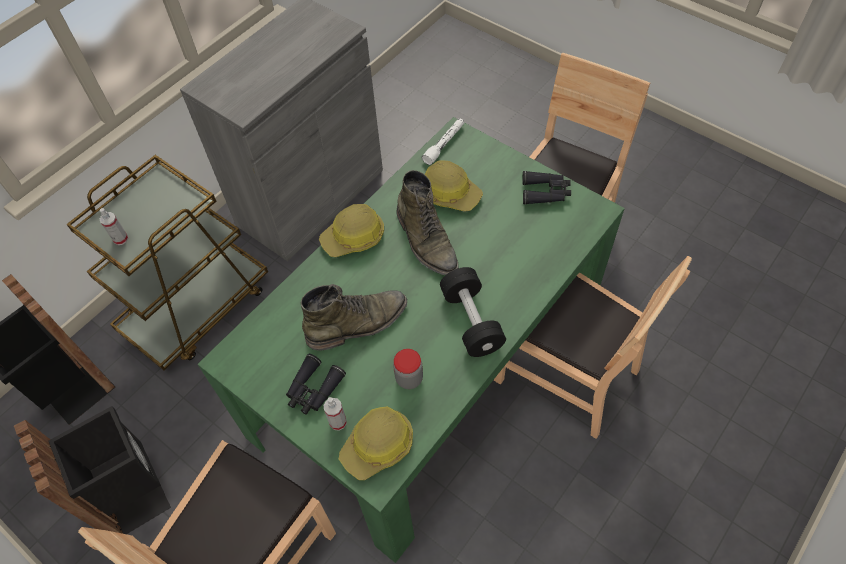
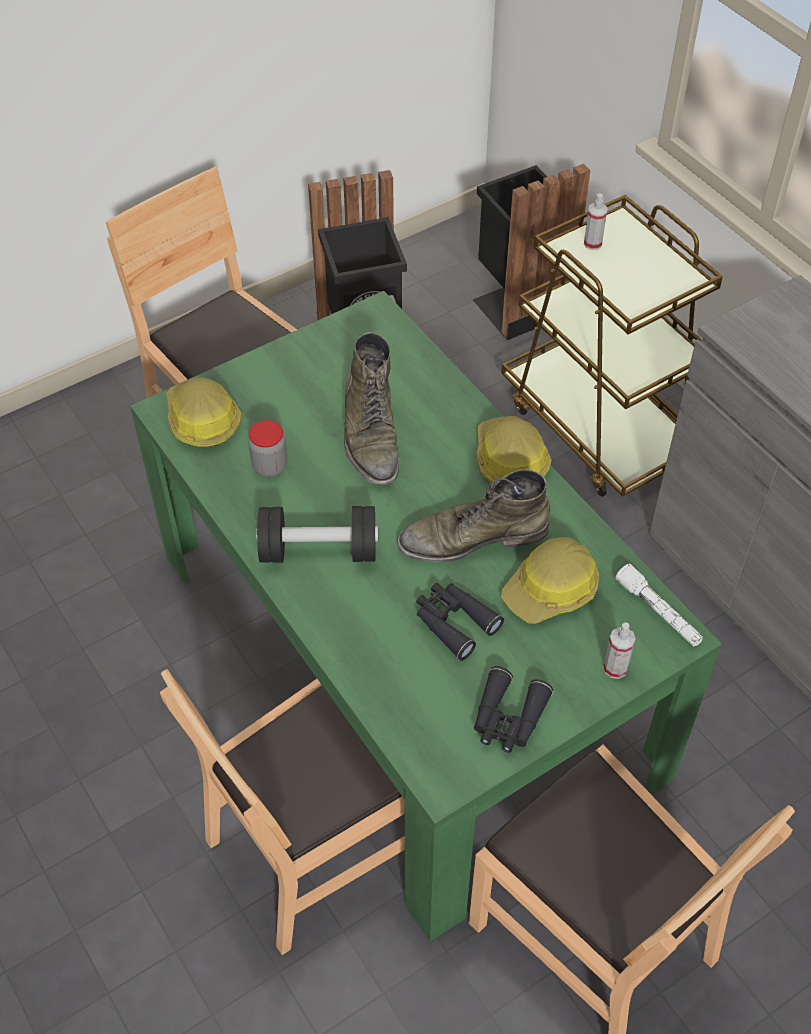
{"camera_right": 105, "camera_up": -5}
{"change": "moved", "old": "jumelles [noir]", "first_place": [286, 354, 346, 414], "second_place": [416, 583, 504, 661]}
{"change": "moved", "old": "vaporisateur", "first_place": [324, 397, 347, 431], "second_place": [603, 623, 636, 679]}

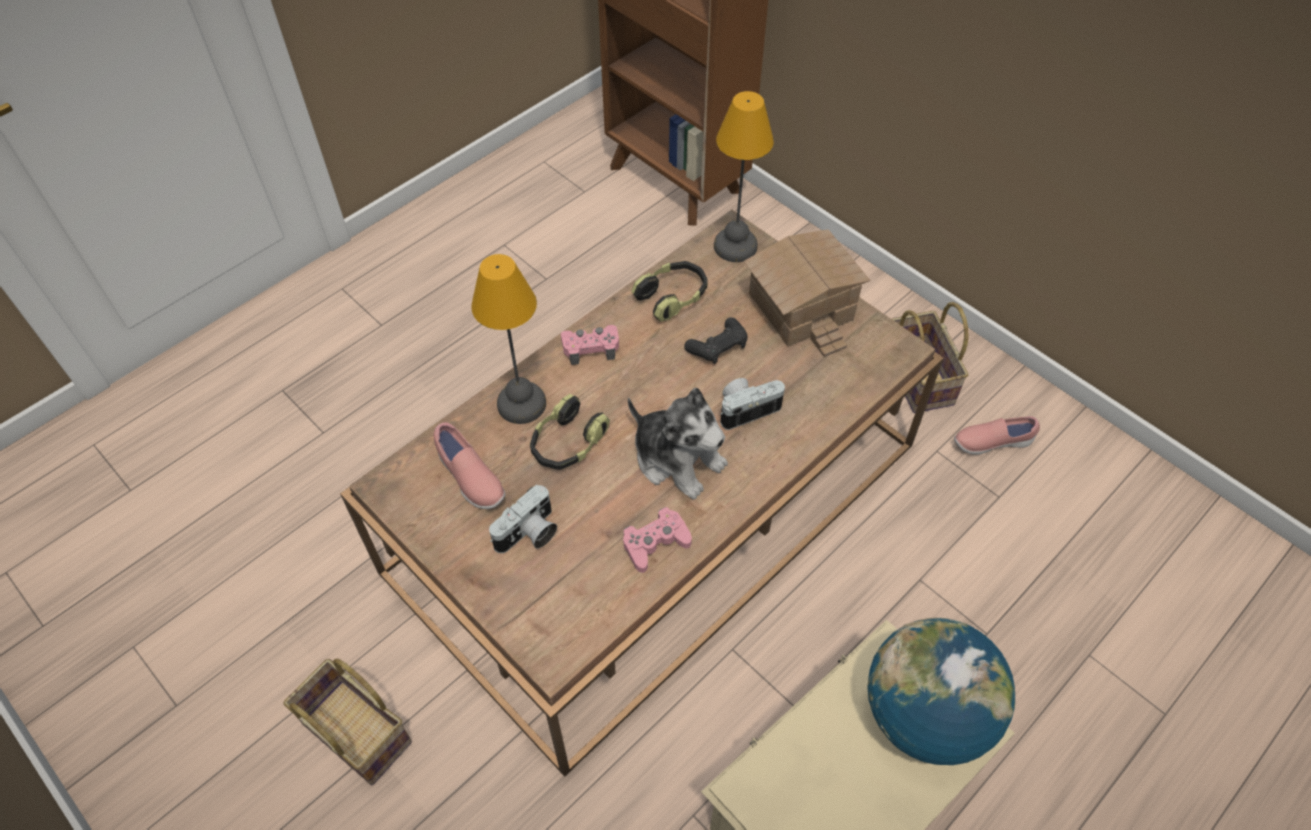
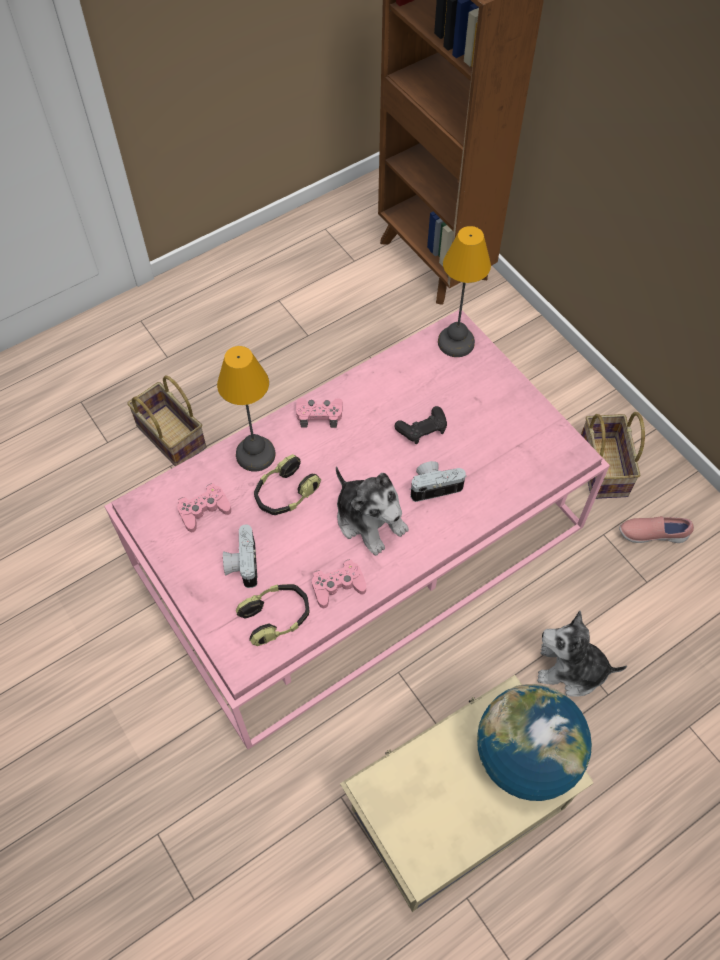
{"camera_right": 10, "camera_up": 5}
{"change": "recoloured", "old": "table basse [marron]", "new": "table basse [rose]", "first_place": [340, 210, 944, 777], "second_place": [104, 309, 610, 749]}
{"change": "moved", "old": "panier", "first_place": [284, 659, 412, 785], "second_place": [127, 375, 206, 466]}
{"change": "replaced", "old": "chaussure [rose]", "new": "manette [rose]", "first_place": [434, 422, 505, 509], "second_place": [177, 483, 231, 532]}
{"change": "turned", "old": "appareil photo", "first_place": [489, 484, 557, 553], "second_place": [223, 525, 257, 588], "degrees": 120}
{"change": "moved", "old": "casque audio", "first_place": [631, 261, 708, 322], "second_place": [236, 584, 310, 646]}
{"change": "added", "new": "peluche", "second_place": [537, 611, 627, 697]}
{"change": "removed", "old": "maison miniature", "first_place": [744, 229, 870, 357]}

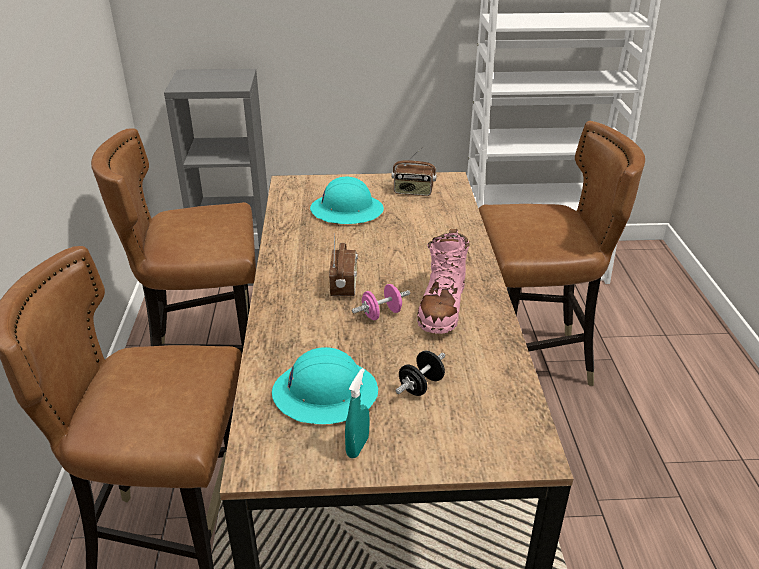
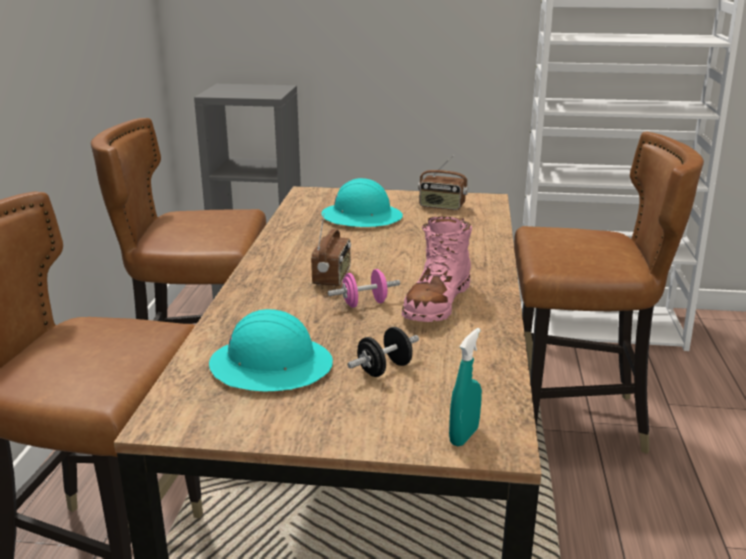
{"camera_right": 10, "camera_up": -10}
{"change": "moved", "old": "vaporisateur [turquoise]", "first_place": [345, 368, 370, 458], "second_place": [449, 328, 482, 446]}

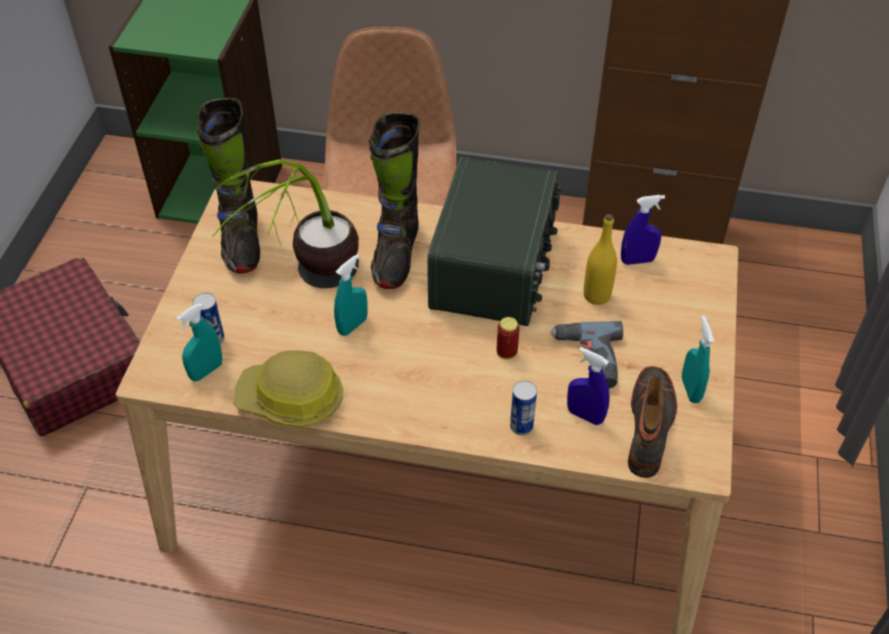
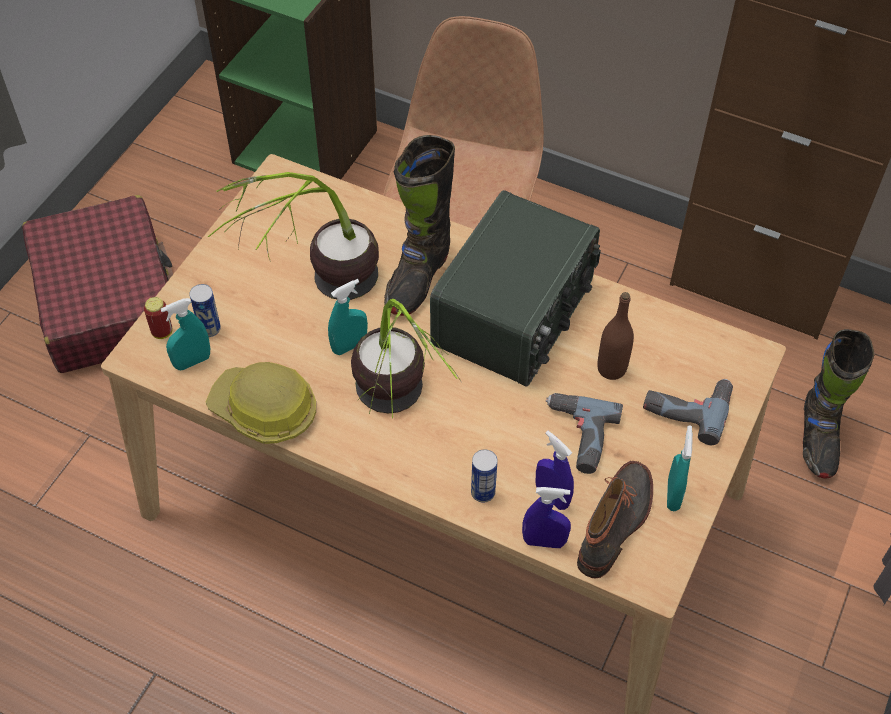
{"camera_right": 15, "camera_up": 5}
{"change": "moved", "old": "boîte métallique", "first_place": [497, 317, 520, 360], "second_place": [144, 297, 173, 339]}
{"change": "added", "new": "plante en pot", "second_place": [351, 299, 462, 418]}
{"change": "moved", "old": "vaporisateur [bleu]", "first_place": [621, 195, 665, 265], "second_place": [522, 487, 571, 548]}
{"change": "recoloured", "old": "bouteille [jaune]", "new": "bouteille [marron]", "first_place": [584, 214, 617, 305], "second_place": [597, 292, 634, 380]}
{"change": "added", "new": "perceuse", "second_place": [643, 379, 733, 445]}
{"change": "moved", "old": "botte [noir]", "first_place": [196, 98, 260, 274], "second_place": [803, 329, 874, 479]}

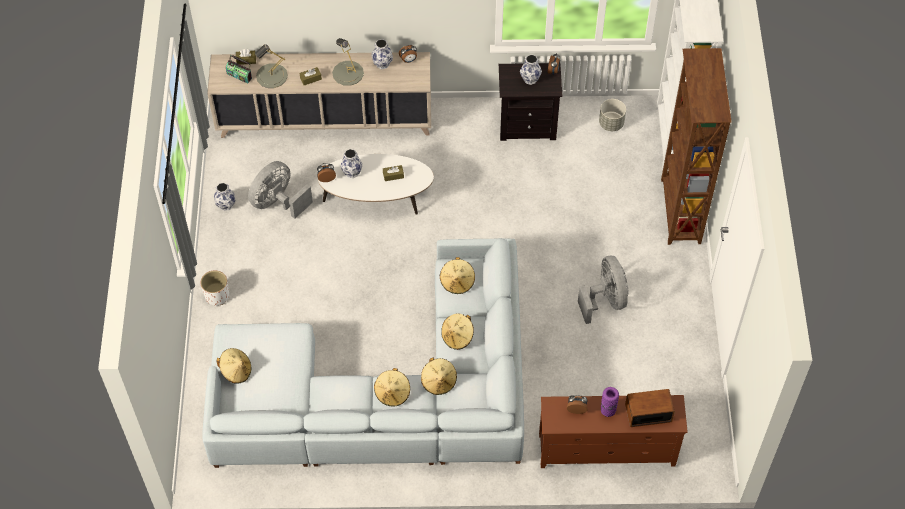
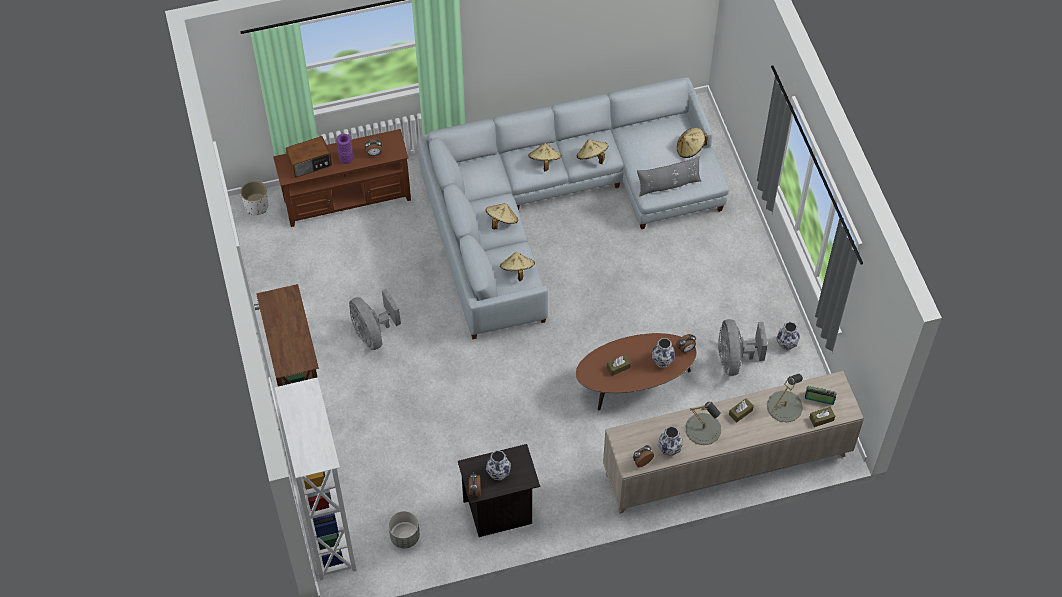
{"camera_right": 165, "camera_up": 0}
{"change": "moved", "old": "cache-pot [blanc]", "first_place": [200, 271, 229, 306], "second_place": [241, 181, 268, 215]}
{"change": "recoloured", "old": "table basse [blanc]", "new": "table basse [marron]", "first_place": [318, 154, 434, 215], "second_place": [576, 333, 697, 410]}
{"change": "moved", "old": "chapeau [beige]", "first_place": [421, 358, 457, 395], "second_place": [577, 139, 608, 164]}
{"change": "added", "new": "coussin [gris]", "second_place": [637, 156, 701, 197]}
{"change": "turned", "old": "ventilateur [gris]", "first_place": [248, 161, 313, 219], "second_place": [718, 319, 768, 376], "degrees": 150}

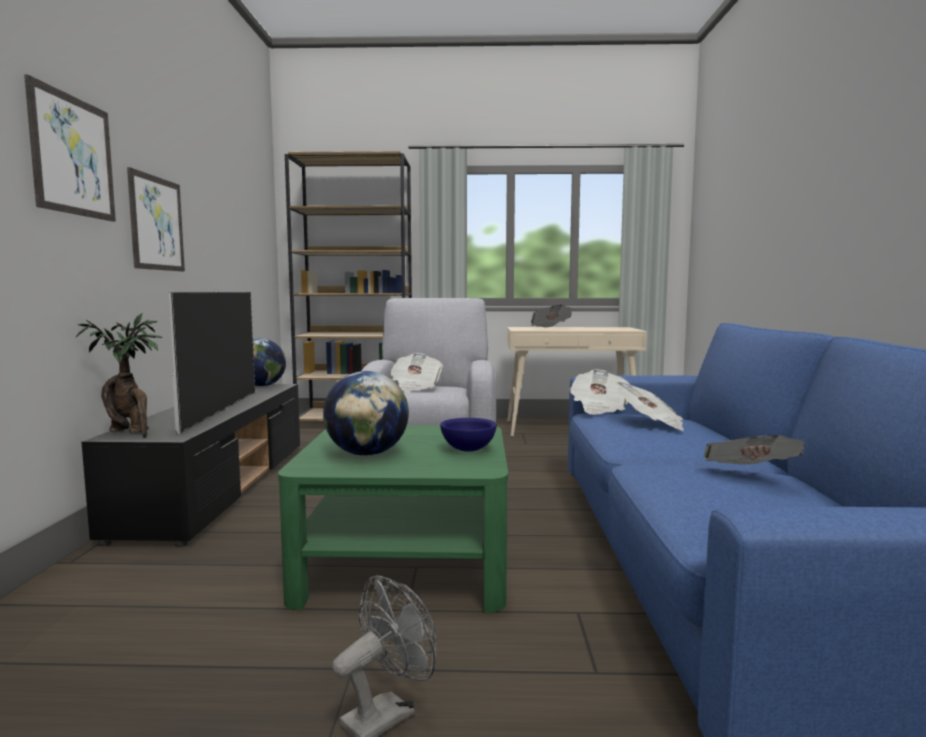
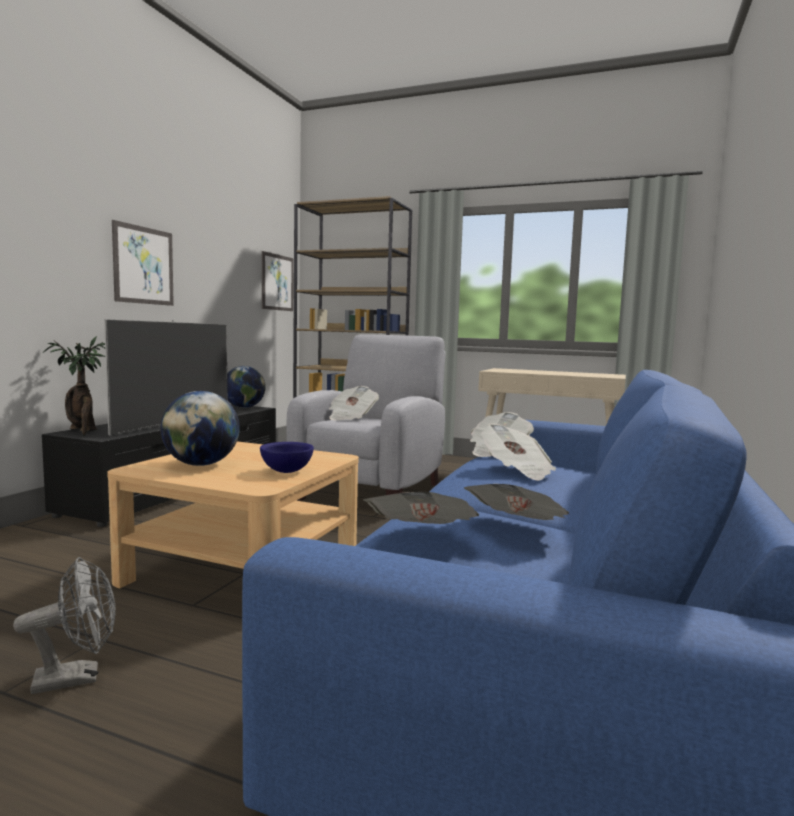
{"camera_right": 20, "camera_up": 0}
{"change": "recoloured", "old": "table basse [vert]", "new": "table basse [beige]", "first_place": [278, 425, 508, 613], "second_place": [107, 442, 359, 588]}
{"change": "moved", "old": "tableau", "first_place": [24, 74, 116, 222], "second_place": [262, 251, 294, 311]}
{"change": "moved", "old": "journal", "first_place": [531, 304, 572, 327], "second_place": [363, 492, 479, 524]}

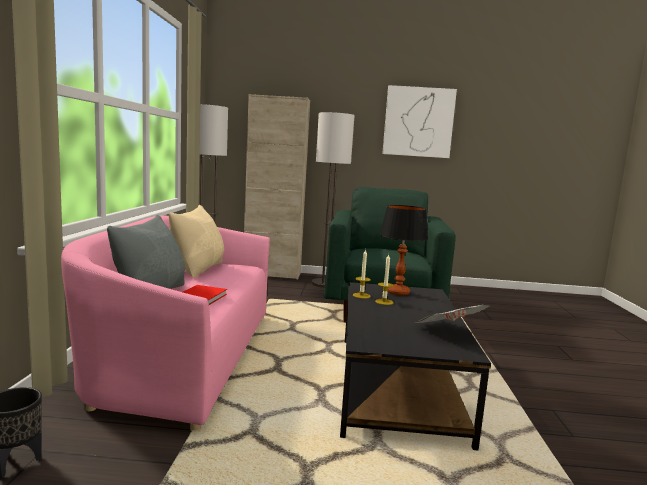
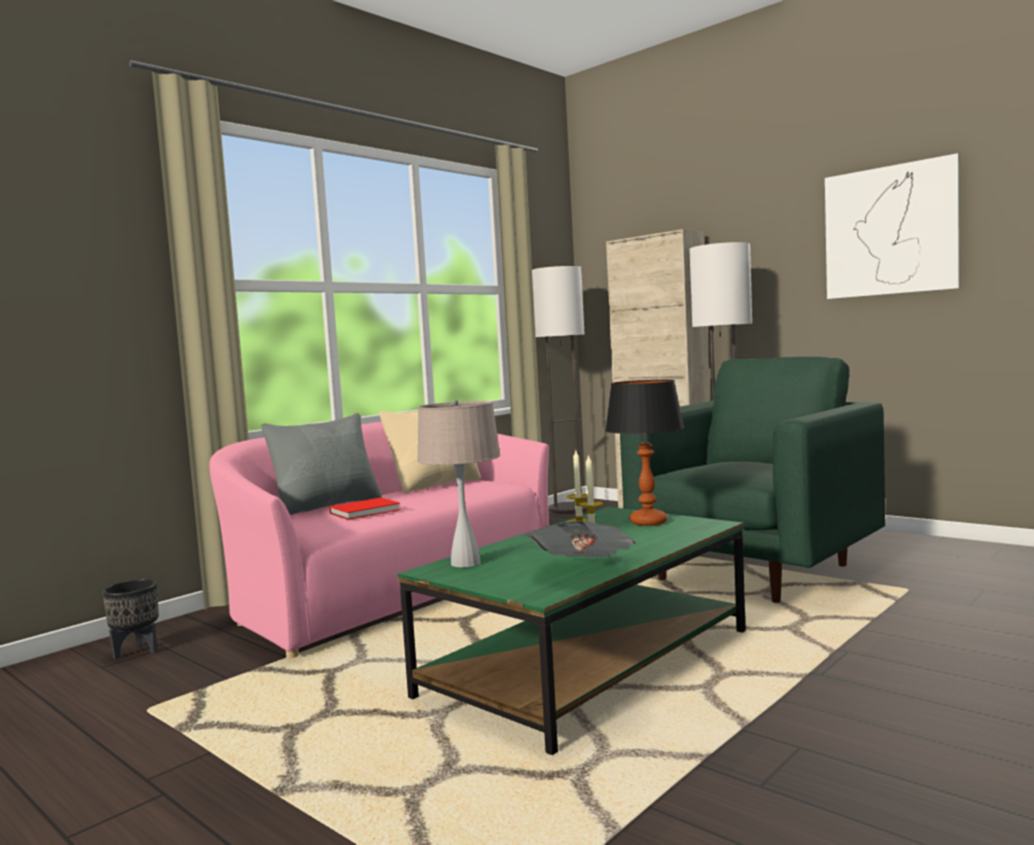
{"camera_right": 40, "camera_up": -5}
{"change": "recoloured", "old": "table basse [noir]", "new": "table basse [vert]", "first_place": [340, 282, 491, 450], "second_place": [398, 507, 746, 755]}
{"change": "added", "new": "lampe de table [beige]", "second_place": [417, 400, 501, 568]}

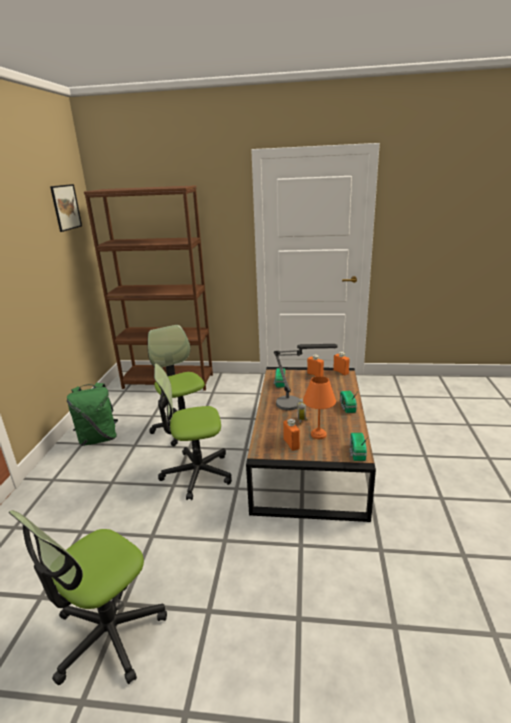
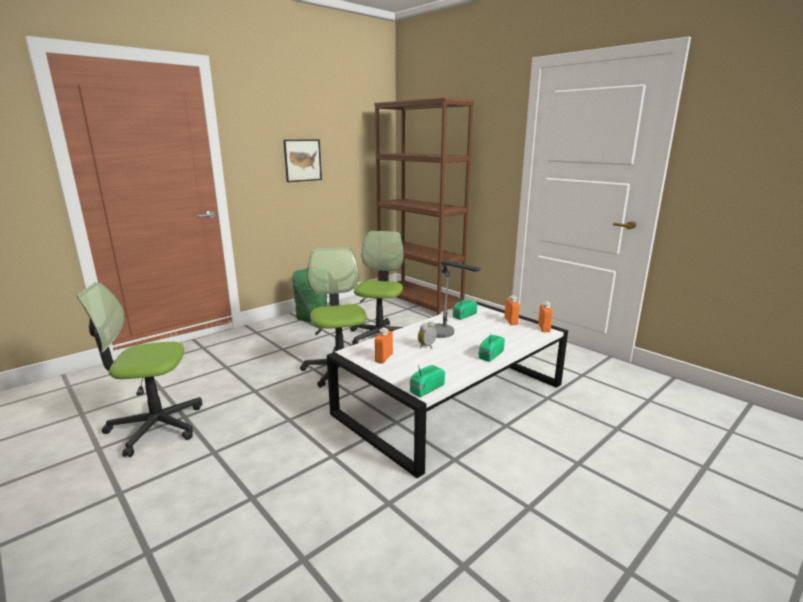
{"camera_right": 40, "camera_up": -5}
{"change": "moved", "old": "tableau", "first_place": [50, 184, 82, 232], "second_place": [283, 139, 322, 182]}
{"change": "turned", "old": "chaise de bureau", "first_place": [154, 364, 232, 500], "second_place": [300, 247, 367, 388], "degrees": 45}
{"change": "recoloured", "old": "table basse [marron]", "new": "table basse [blanc]", "first_place": [246, 367, 376, 522], "second_place": [327, 302, 568, 478]}
{"change": "removed", "old": "lampe de table [orange]", "first_place": [303, 376, 336, 439]}

